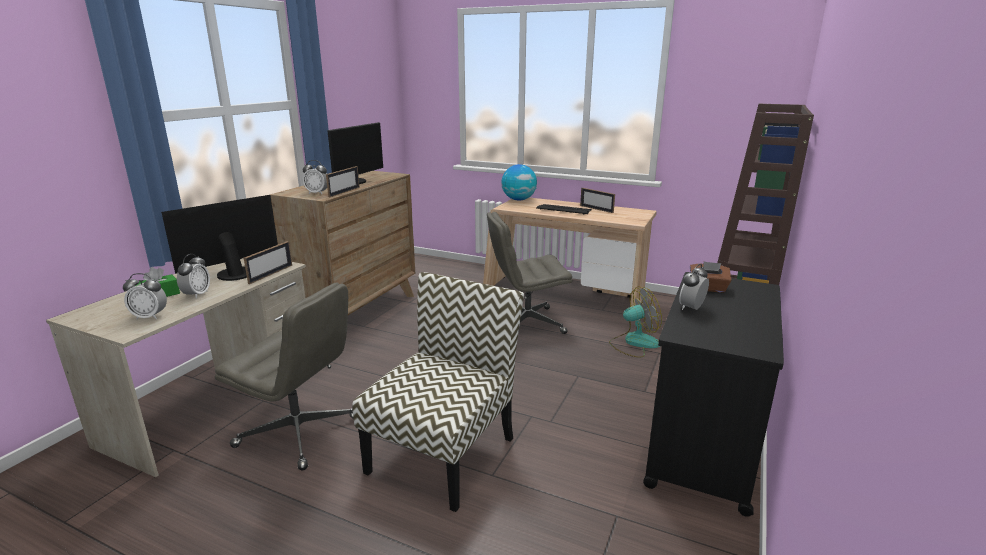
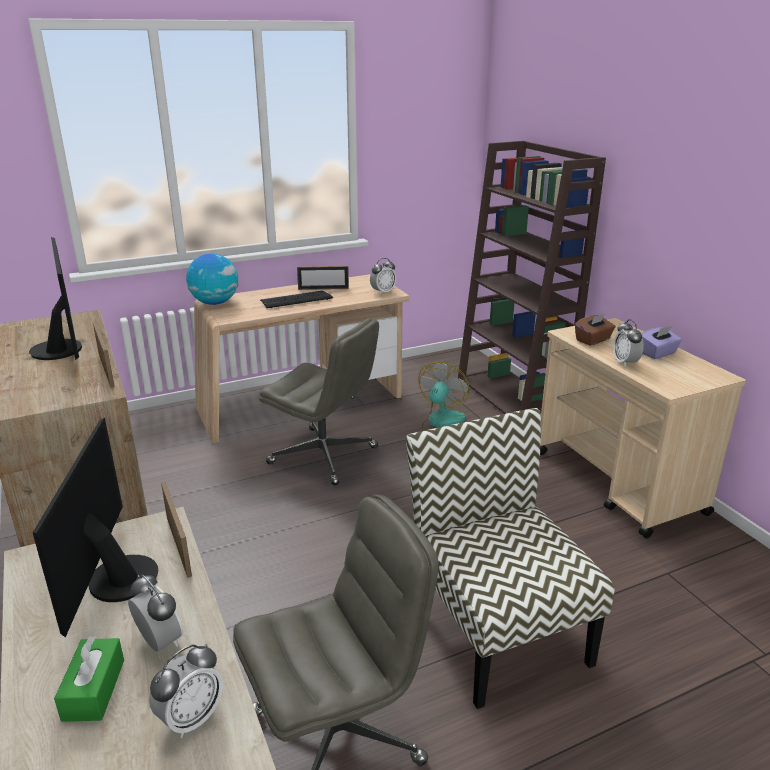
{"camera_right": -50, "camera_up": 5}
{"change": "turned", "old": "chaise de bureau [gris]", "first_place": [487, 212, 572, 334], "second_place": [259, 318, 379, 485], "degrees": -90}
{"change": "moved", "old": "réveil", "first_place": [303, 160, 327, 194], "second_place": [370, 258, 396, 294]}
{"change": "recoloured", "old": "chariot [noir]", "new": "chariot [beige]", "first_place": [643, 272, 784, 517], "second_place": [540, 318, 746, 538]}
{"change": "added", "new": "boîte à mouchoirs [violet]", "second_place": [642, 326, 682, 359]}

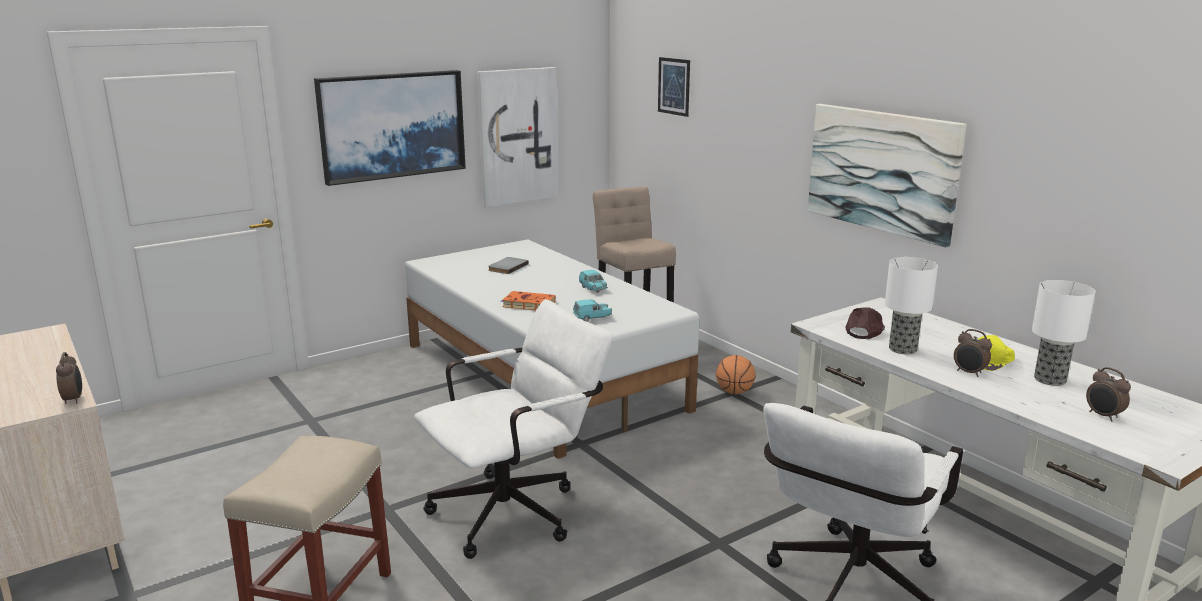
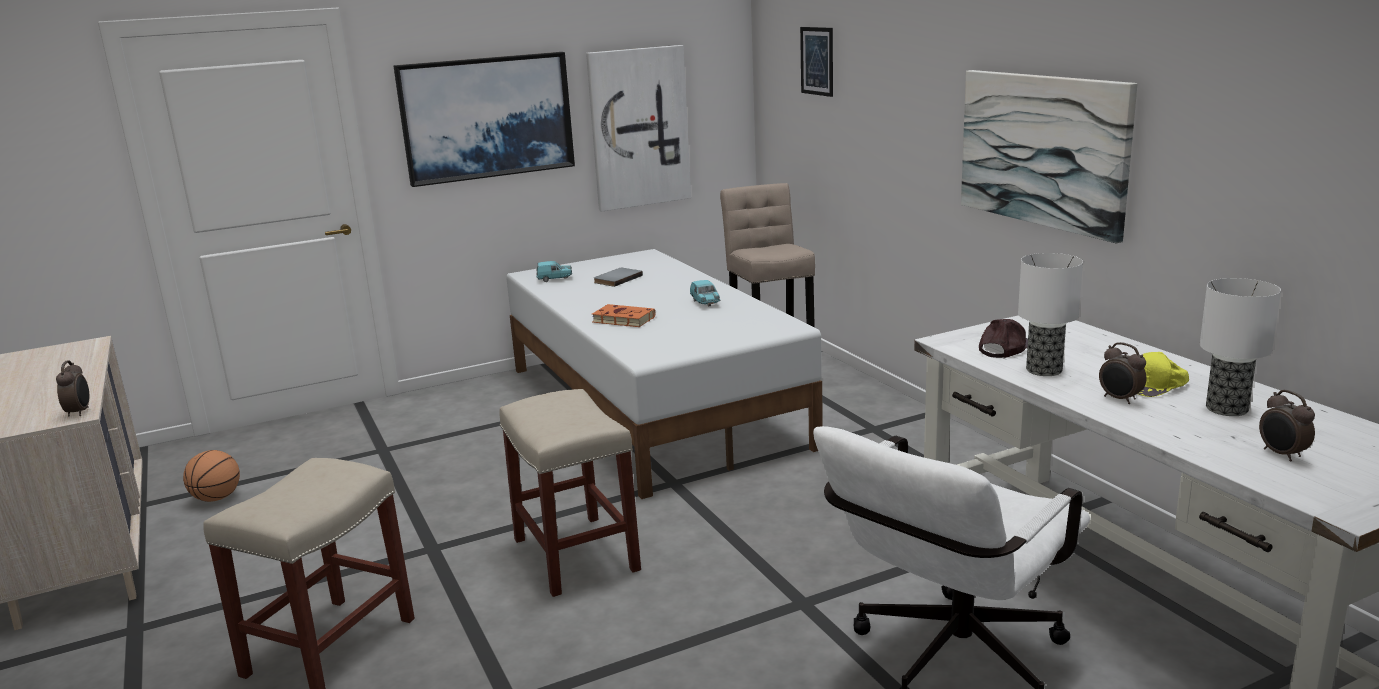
{"camera_right": 10, "camera_up": 0}
{"change": "moved", "old": "ballon de basket", "first_place": [716, 355, 756, 394], "second_place": [183, 450, 240, 502]}
{"change": "replaced", "old": "chaise de bureau [blanc]", "new": "tabouret [beige]", "first_place": [414, 299, 613, 559], "second_place": [499, 389, 641, 597]}
{"change": "moved", "old": "petite voiture [turquoise]", "first_place": [573, 299, 612, 322], "second_place": [536, 261, 572, 282]}

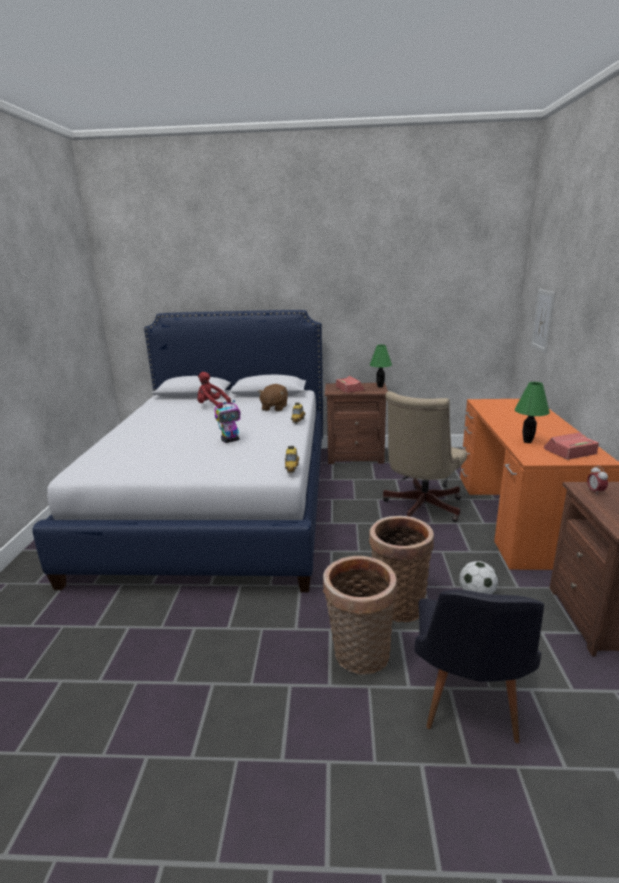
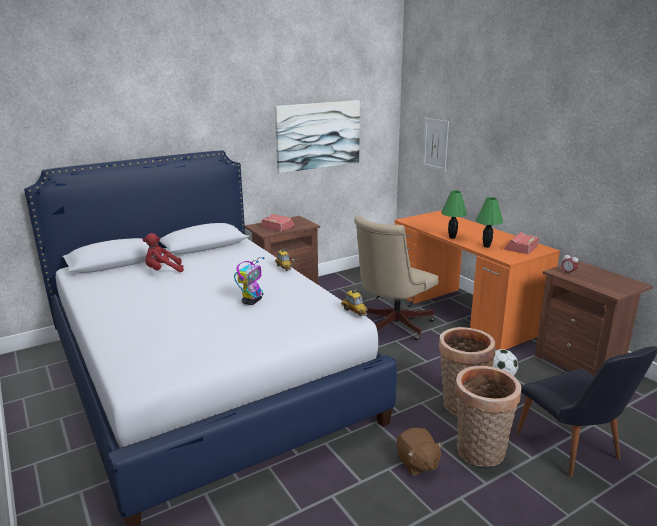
{"camera_right": -35, "camera_up": 0}
{"change": "added", "new": "tableau", "second_place": [275, 100, 360, 173]}
{"change": "turned", "old": "chaise de bureau [beige]", "first_place": [383, 391, 467, 522], "second_place": [354, 215, 438, 340], "degrees": 45}
{"change": "moved", "old": "peluche [marron]", "first_place": [258, 384, 288, 411], "second_place": [396, 428, 444, 476]}
{"change": "moved", "old": "lampe de table [vert]", "first_place": [370, 345, 392, 388], "second_place": [441, 191, 467, 239]}

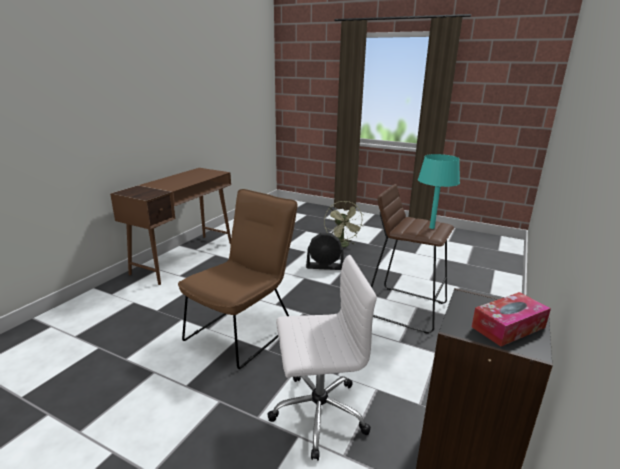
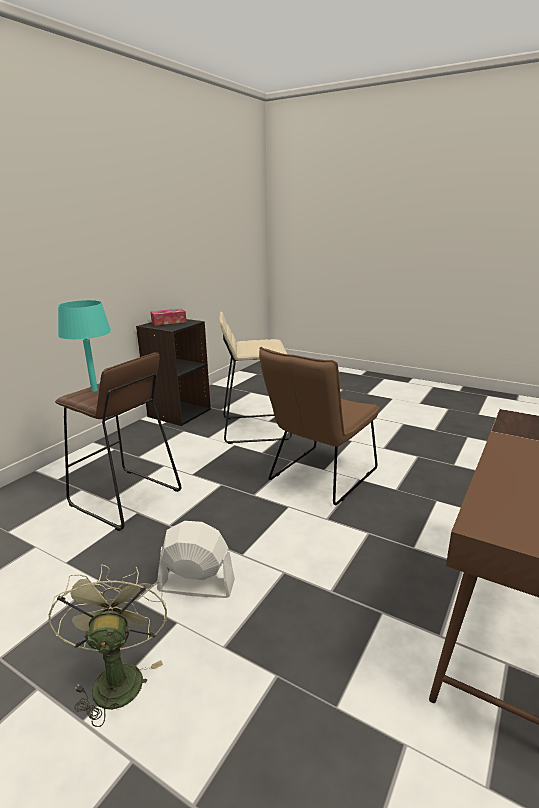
{"camera_right": -175, "camera_up": 0}
{"change": "recoloured", "old": "ventilateur [noir]", "new": "ventilateur [blanc]", "first_place": [306, 233, 344, 270], "second_place": [157, 521, 235, 598]}
{"change": "replaced", "old": "chaise de bureau [blanc]", "new": "tabouret [beige]", "first_place": [267, 255, 377, 461], "second_place": [219, 311, 292, 444]}

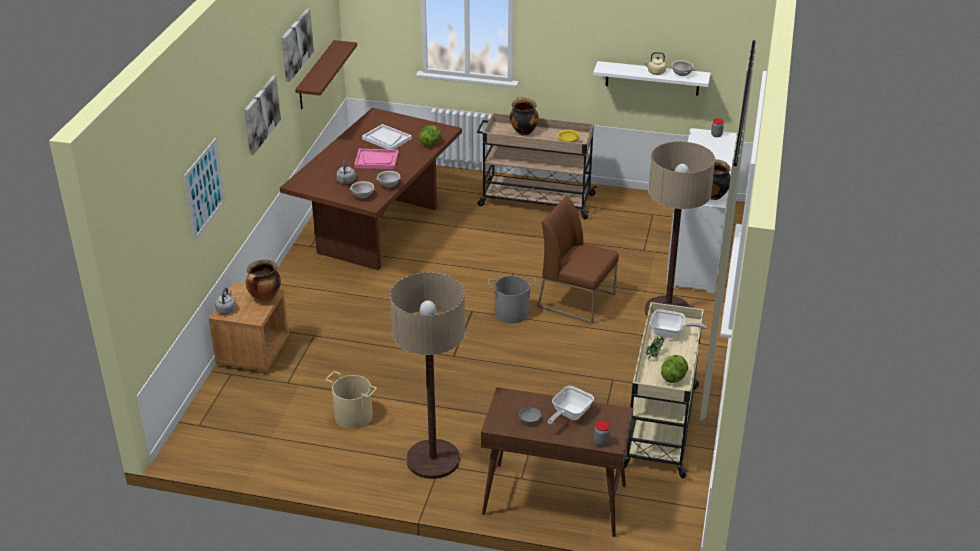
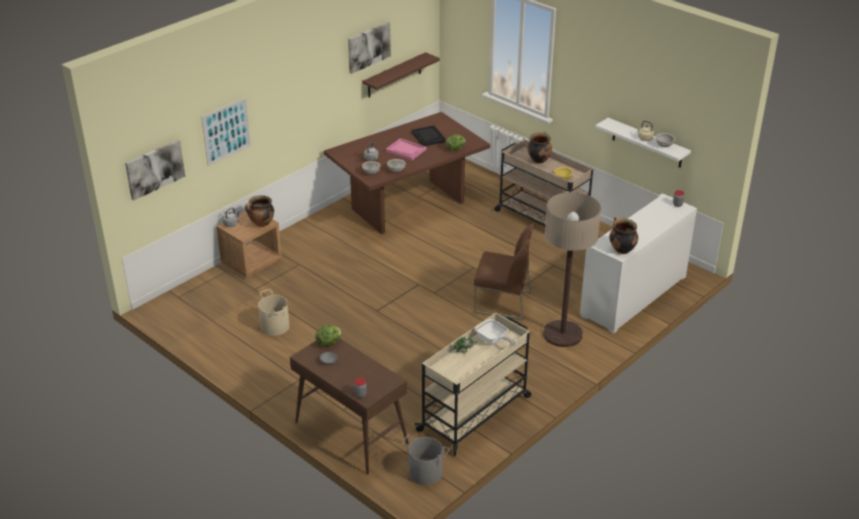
{"camera_right": 30, "camera_up": 0}
{"change": "moved", "old": "tableau", "first_place": [244, 75, 281, 155], "second_place": [125, 140, 185, 200]}
{"change": "moved", "old": "laitue", "first_place": [661, 355, 688, 383], "second_place": [315, 325, 341, 346]}
{"change": "moved", "old": "seau [gris]", "first_place": [488, 276, 537, 324], "second_place": [402, 435, 450, 485]}
{"change": "recoloured", "old": "plateau [blanc]", "new": "plateau [noir]", "first_place": [362, 124, 412, 150], "second_place": [411, 125, 446, 146]}
{"change": "turned", "old": "chaise [marron]", "first_place": [538, 195, 619, 324], "second_place": [474, 223, 534, 320], "degrees": 135}
{"change": "removed", "old": "lampadaire", "first_place": [390, 272, 465, 479]}
{"change": "removed", "old": "poêle", "first_place": [548, 386, 594, 425]}

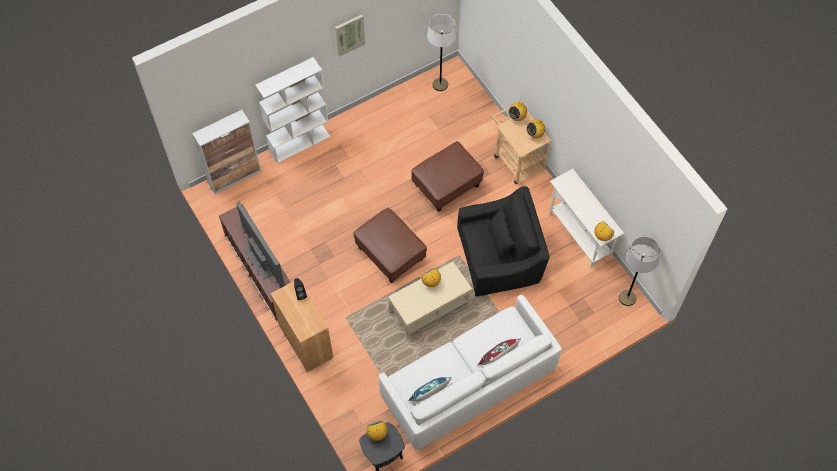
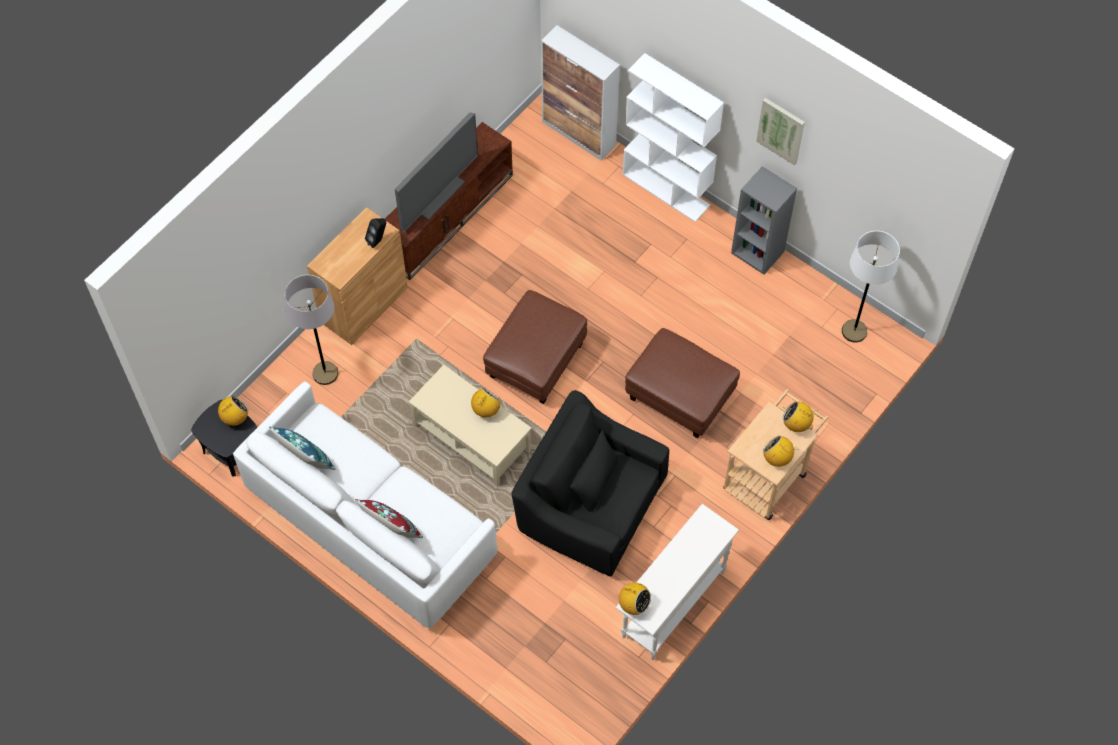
{"camera_right": 70, "camera_up": 0}
{"change": "moved", "old": "lampadaire [gris]", "first_place": [619, 236, 660, 306], "second_place": [285, 275, 338, 385]}
{"change": "turned", "old": "fauteuil [noir]", "first_place": [457, 186, 550, 296], "second_place": [511, 390, 669, 577], "degrees": 150}
{"change": "added", "new": "bibliothèque [gris]", "second_place": [731, 166, 797, 275]}

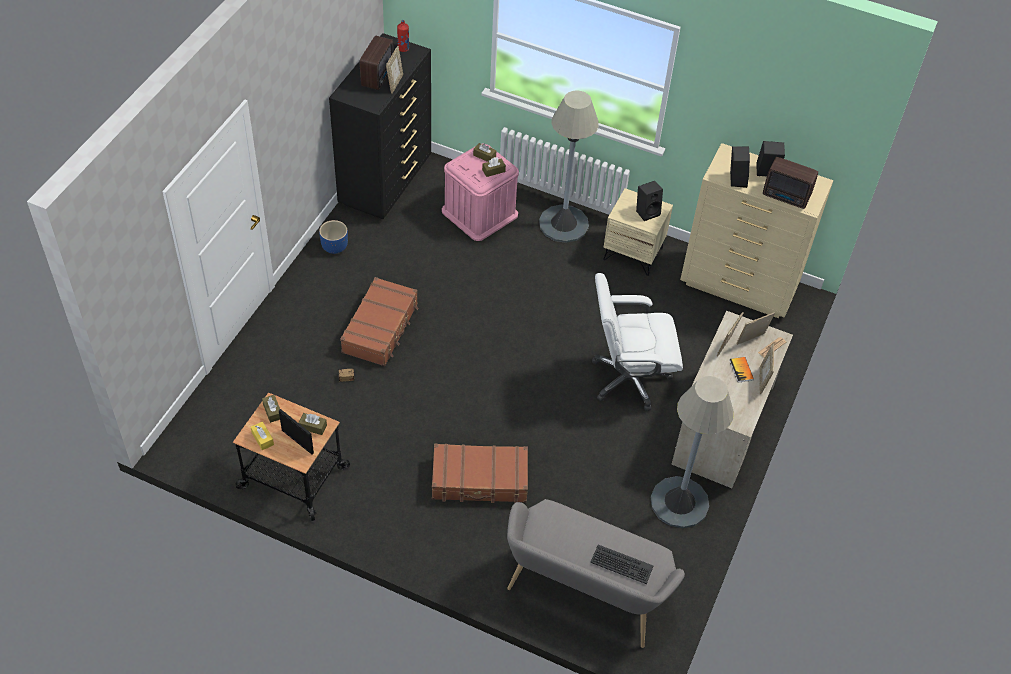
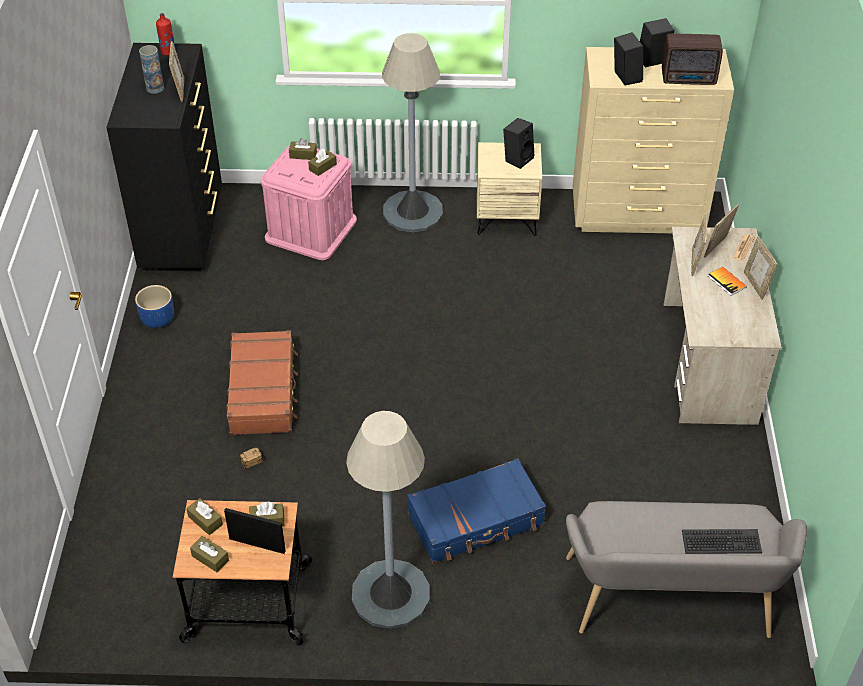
{"camera_right": -20, "camera_up": -5}
{"change": "replaced", "old": "radio", "new": "vase", "first_place": [360, 35, 394, 90], "second_place": [139, 45, 164, 94]}
{"change": "recoloured", "old": "boîte à mouchoirs [jaune]", "new": "boîte à mouchoirs [marron]", "first_place": [251, 422, 274, 450], "second_place": [190, 536, 229, 572]}
{"change": "moved", "old": "lampadaire [gris]", "first_place": [651, 376, 734, 528], "second_place": [346, 411, 430, 629]}
{"change": "recoloured", "old": "valise [marron]", "new": "valise [bleu]", "first_place": [432, 444, 528, 503], "second_place": [407, 458, 546, 563]}
{"change": "removed", "old": "chaise de bureau [blanc]", "first_place": [592, 273, 683, 411]}

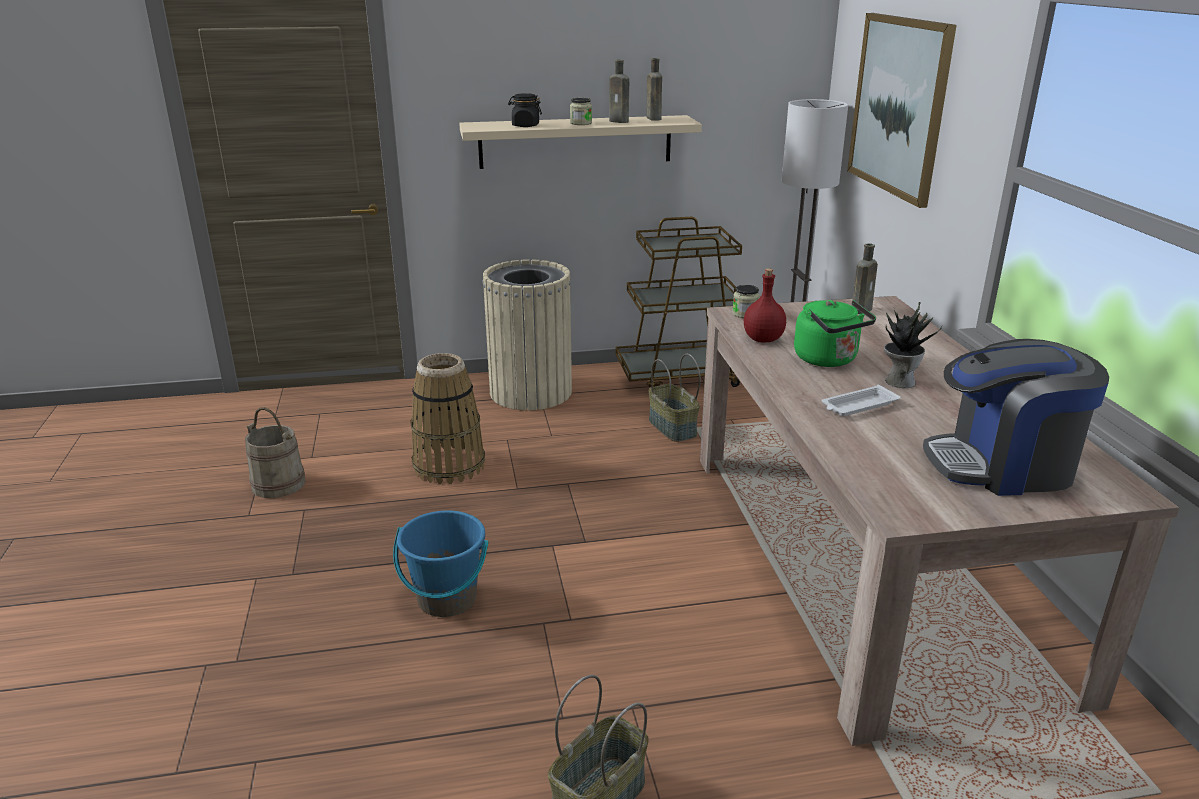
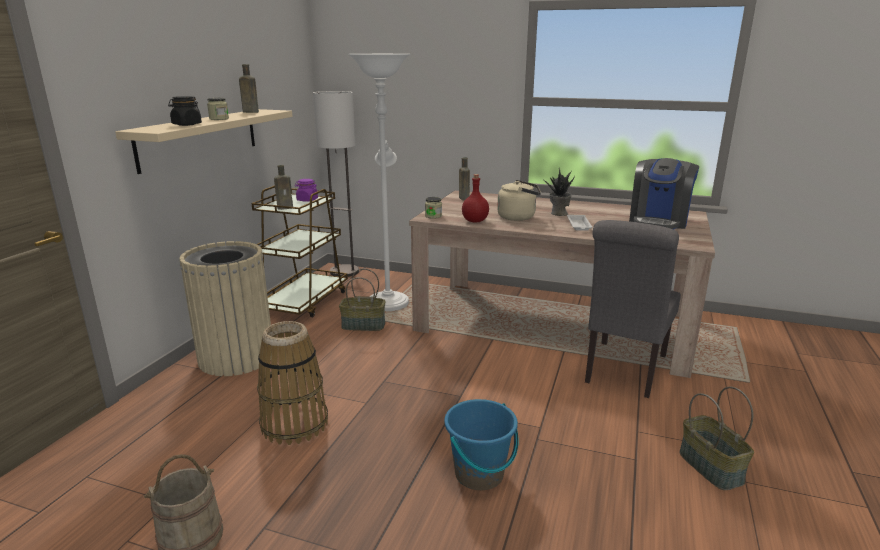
{"camera_right": -60, "camera_up": -5}
{"change": "moved", "old": "bouteille [marron]", "first_place": [609, 60, 629, 123], "second_place": [274, 165, 293, 210]}
{"change": "added", "new": "bocal [violet]", "second_place": [295, 179, 318, 202]}
{"change": "added", "new": "lampadaire [blanc]", "second_place": [348, 54, 410, 311]}
{"change": "recoloured", "old": "bouilloire [vert]", "new": "bouilloire [beige]", "first_place": [794, 300, 876, 367], "second_place": [497, 180, 541, 221]}
{"change": "added", "new": "chaise [gris]", "second_place": [585, 220, 681, 398]}
{"change": "removed", "old": "tableau", "first_place": [847, 13, 957, 208]}

